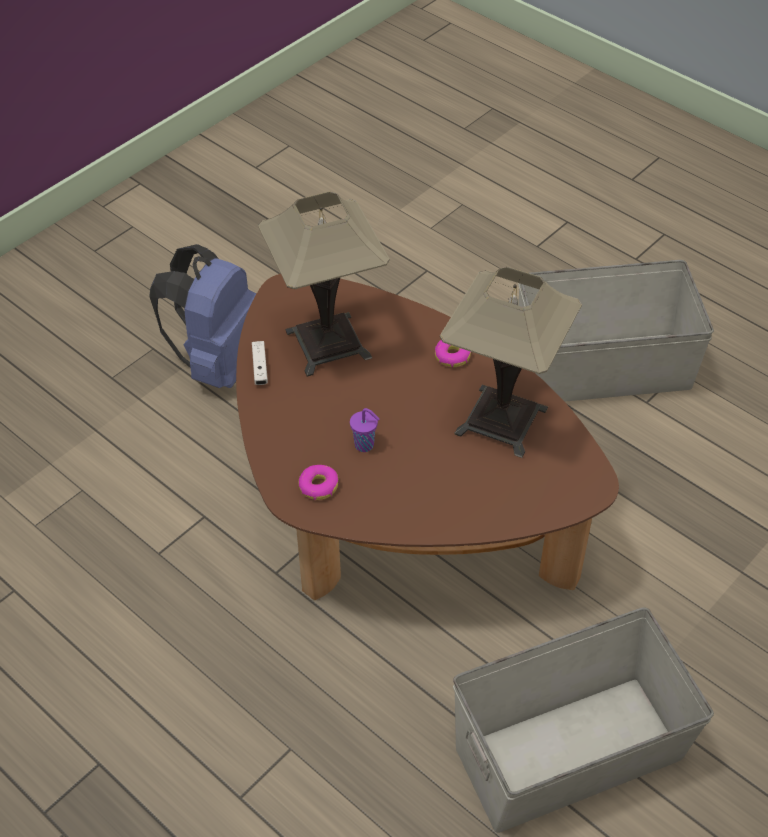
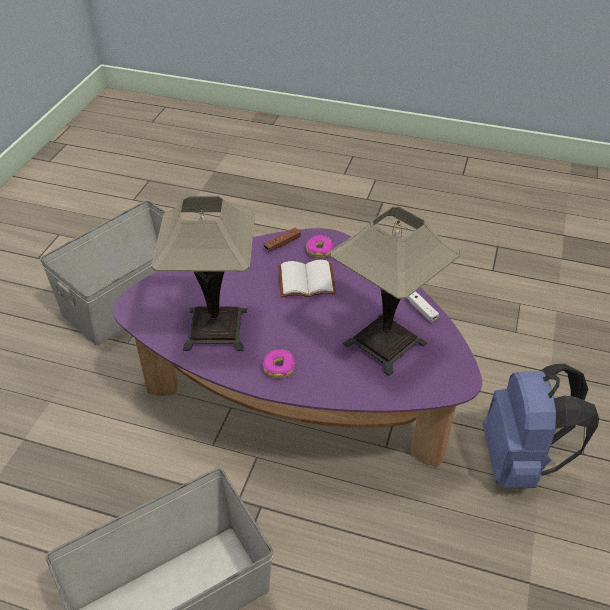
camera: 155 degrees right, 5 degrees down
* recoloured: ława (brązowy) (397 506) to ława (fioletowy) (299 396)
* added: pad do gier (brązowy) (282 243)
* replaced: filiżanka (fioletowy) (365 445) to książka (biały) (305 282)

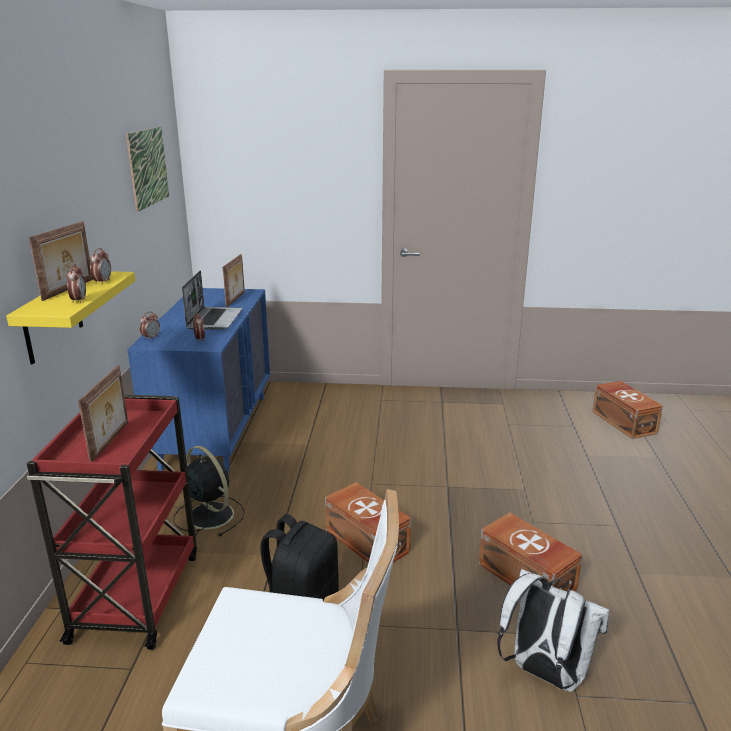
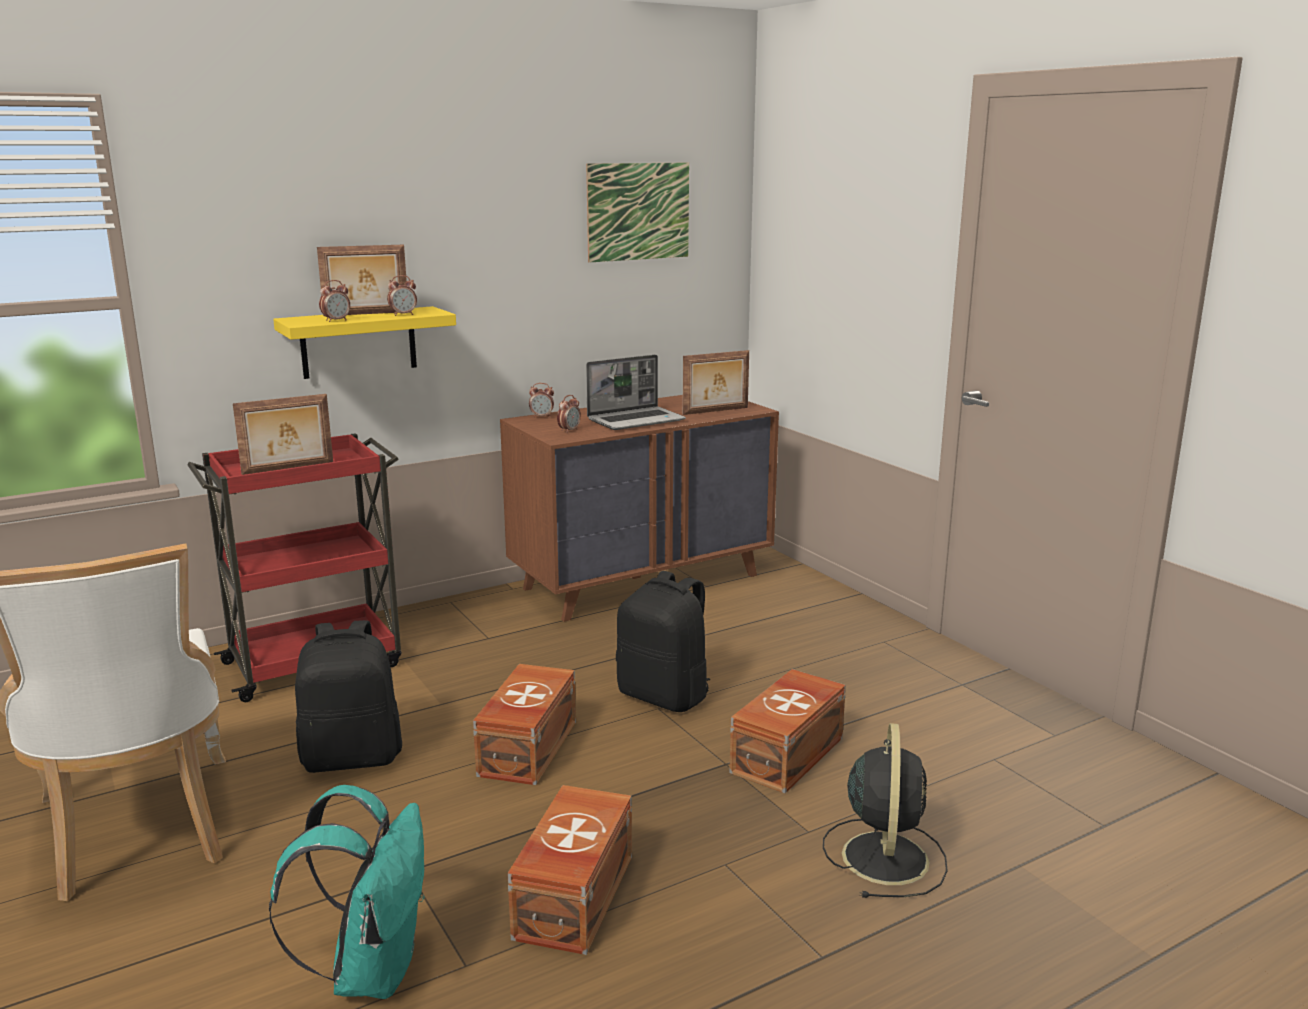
camera: 55 degrees right, 5 degrees down
* recoloured: plecak (biały) (544 673) to plecak (turkusowy) (372 969)
* recoloured: komoda (niebieski) (216 430) to komoda (brązowy) (643 581)
* added: plecak (czarny) (665 696)
* moved: pojemnik do przechowywania (brązowy) (624 421) to (790 754)
* moved: wentylator (czarny) (209 514) to (885 855)

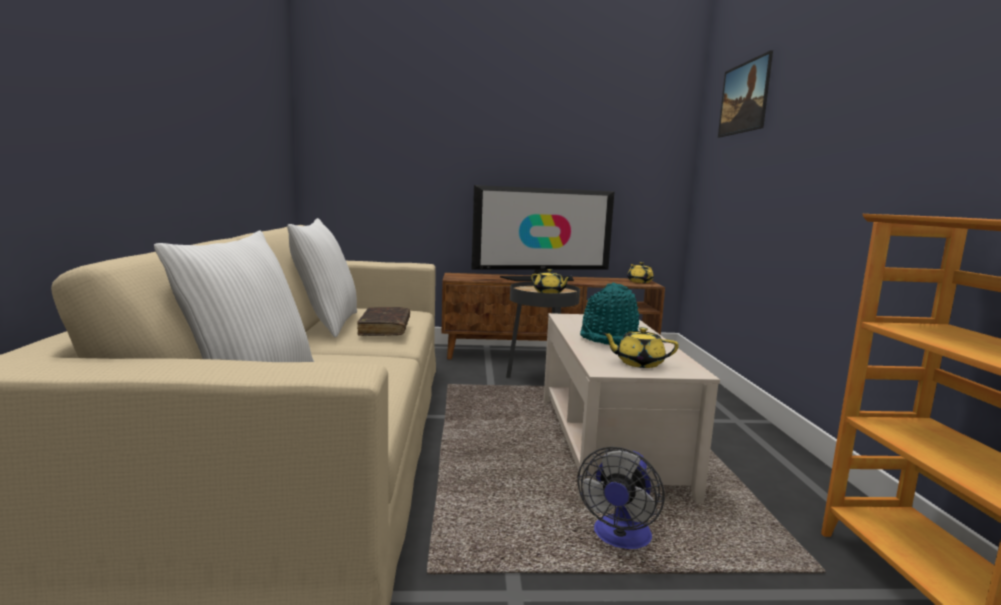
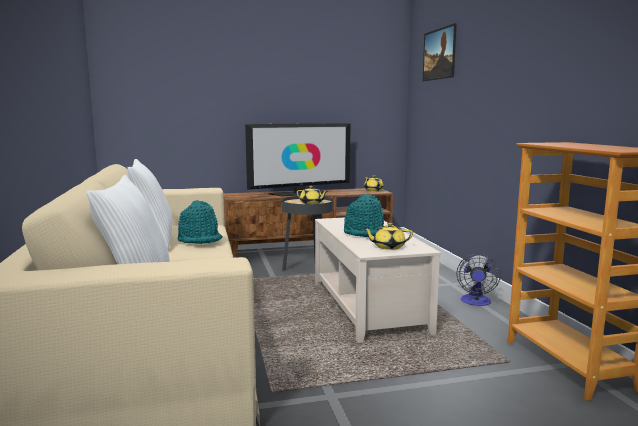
camera: 10 degrees left, 0 degrees up
* replaced: książka (brązowy) (385 329) to kapelusz (turkusowy) (200 239)
* moved: wentylator (620 539) to (476 302)

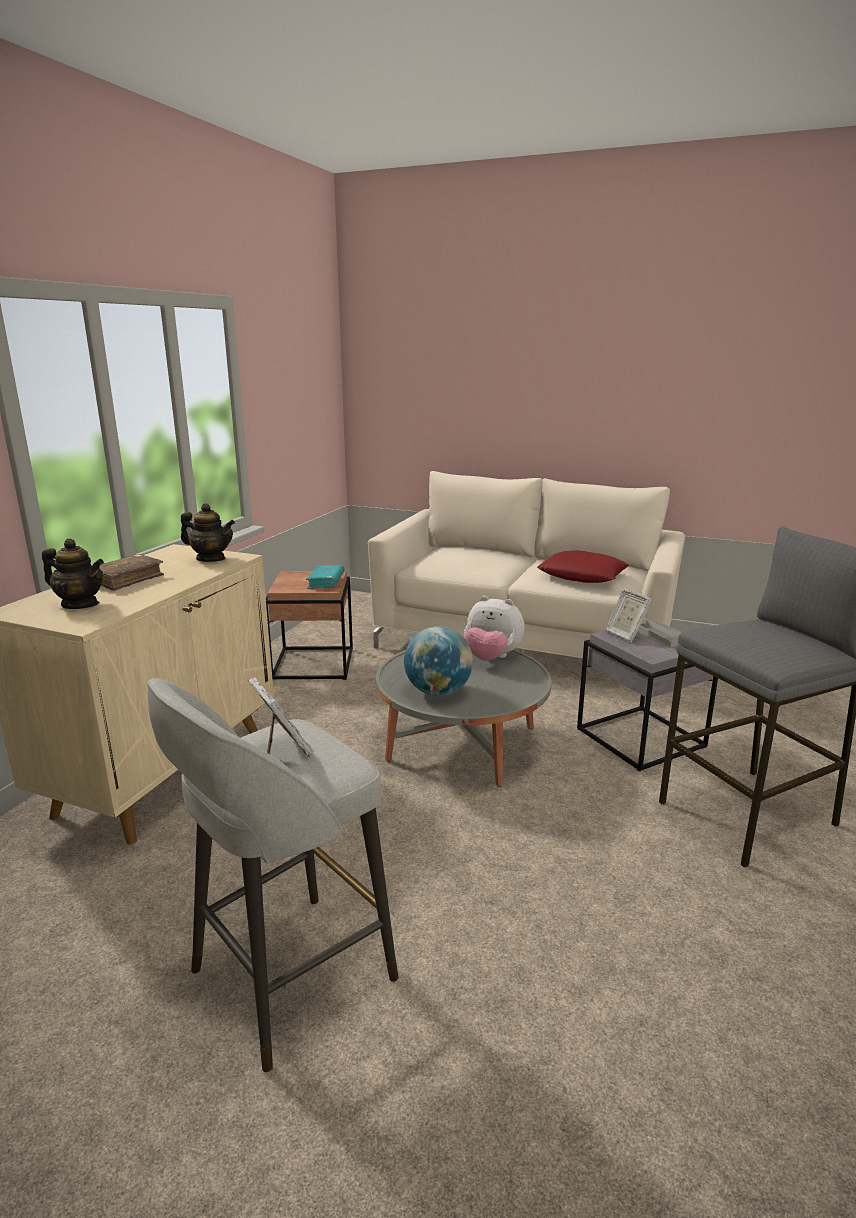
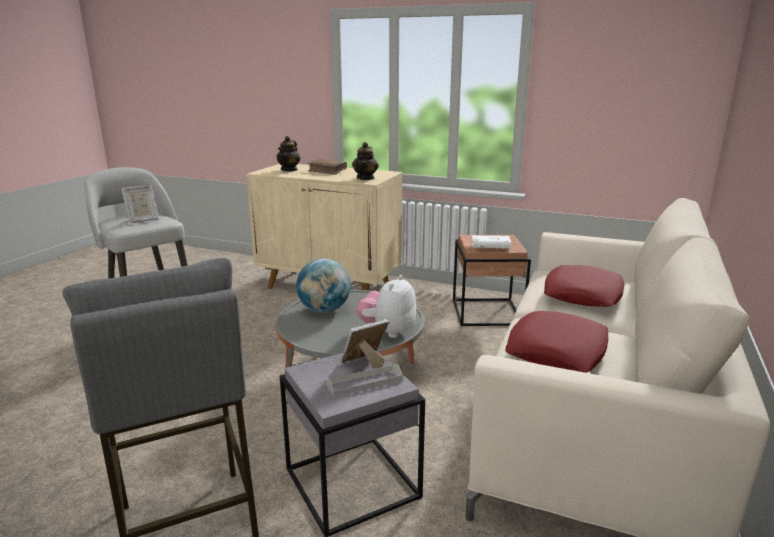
camera: 90 degrees right, 0 degrees up
* recoloured: książka (turkusowy) (326 582) to książka (biały) (490 248)
* added: poduszka (czerwony) (583 294)

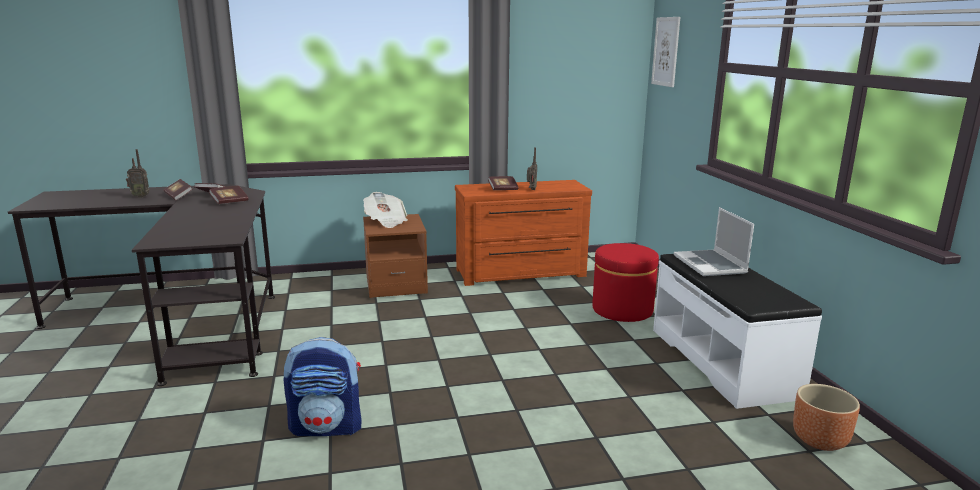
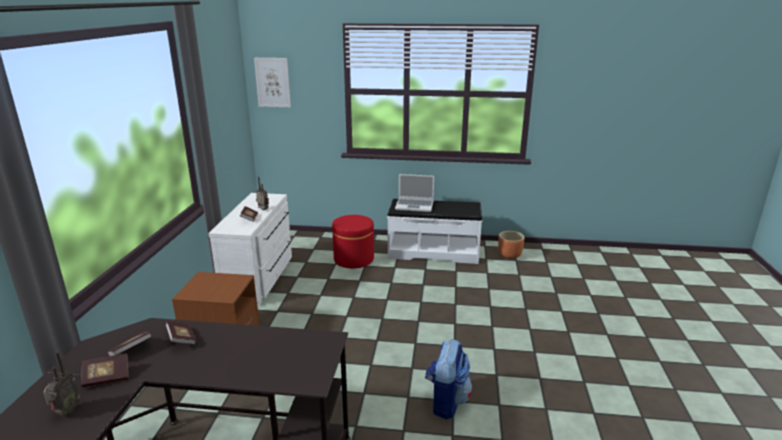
camera: 70 degrees left, 5 degrees up
* recoloured: komoda (brązowy) (521 274) to komoda (biały) (261 278)
* removed: gazeta (386 221)

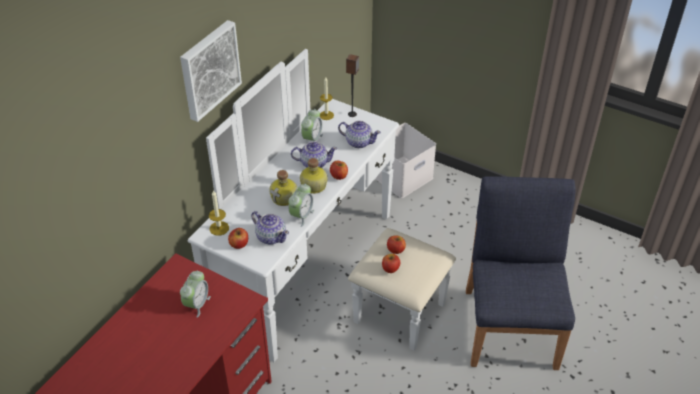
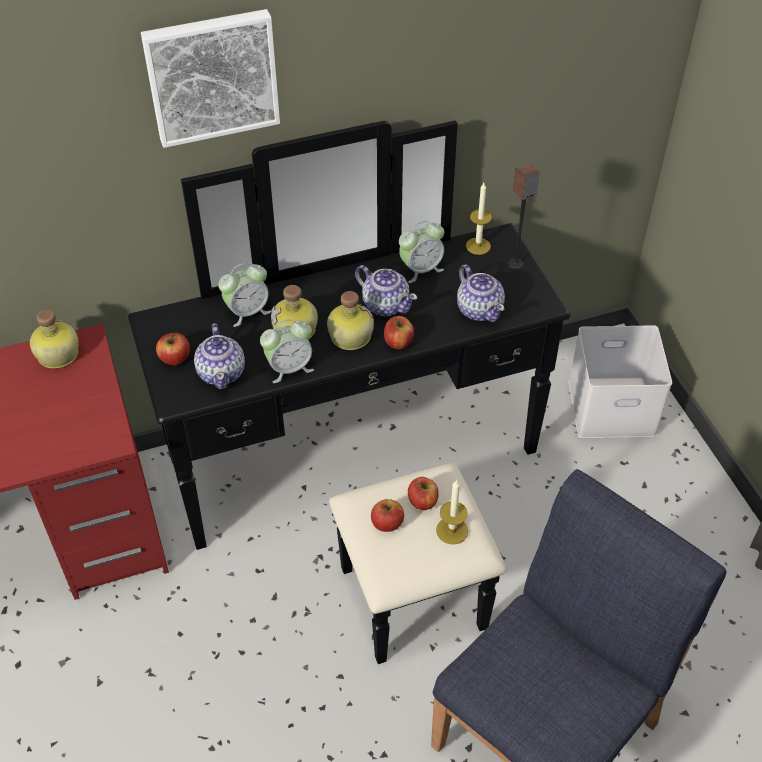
camera: 40 degrees right, 5 degrees up
* added: butelka (57 355)
* recoloured: komoda (biały) (327 278) to komoda (czarny) (367 484)
* moved: budzik (197 304) to (247 312)
* moved: świeca (219 228) to (452 530)

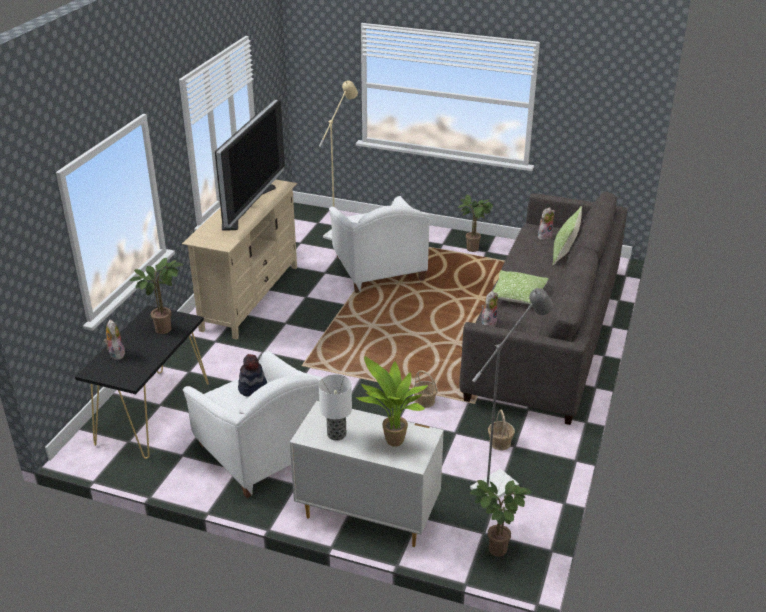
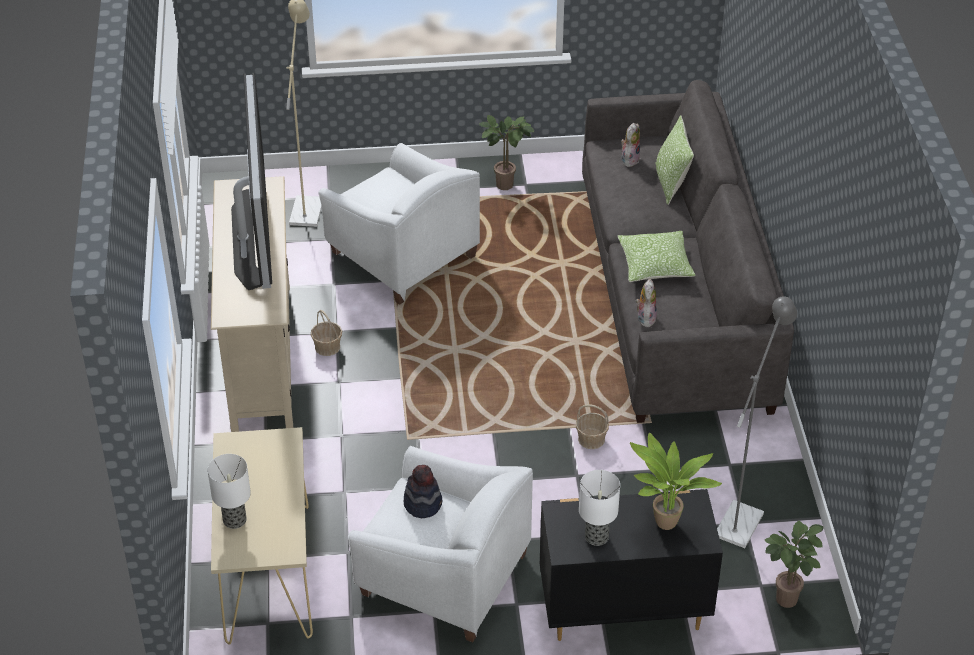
camera: 25 degrees left, 10 degrees up
* replaced: pluszak (116 354) to lampa stołowa (235 520)
* recoloured: stolik konsolowy (czarny) (154 412) to stolik konsolowy (beżowy) (268 572)
* moved: koszyk (500 443) to (327 347)
* recoloured: komoda (biały) (367 514) to komoda (czarny) (622 610)
* removed: roślina doniczkowa (165 328)

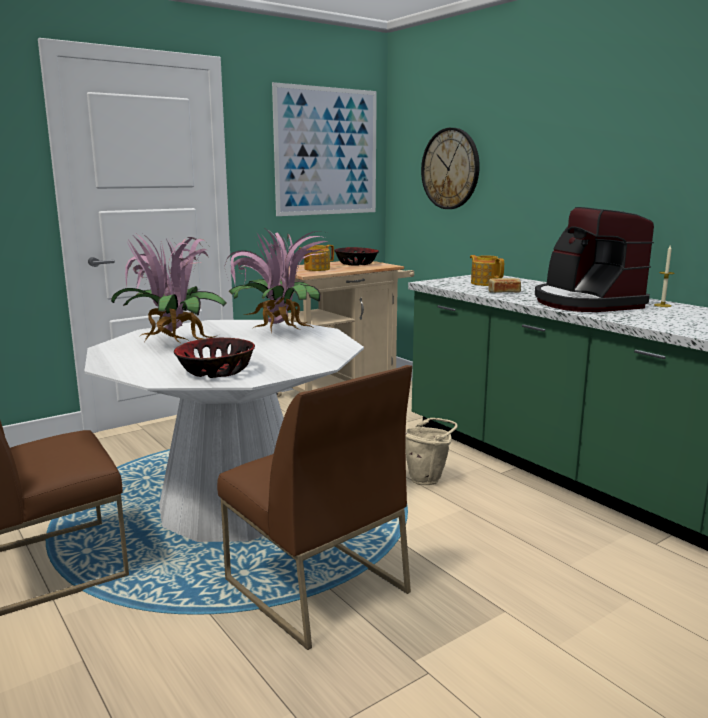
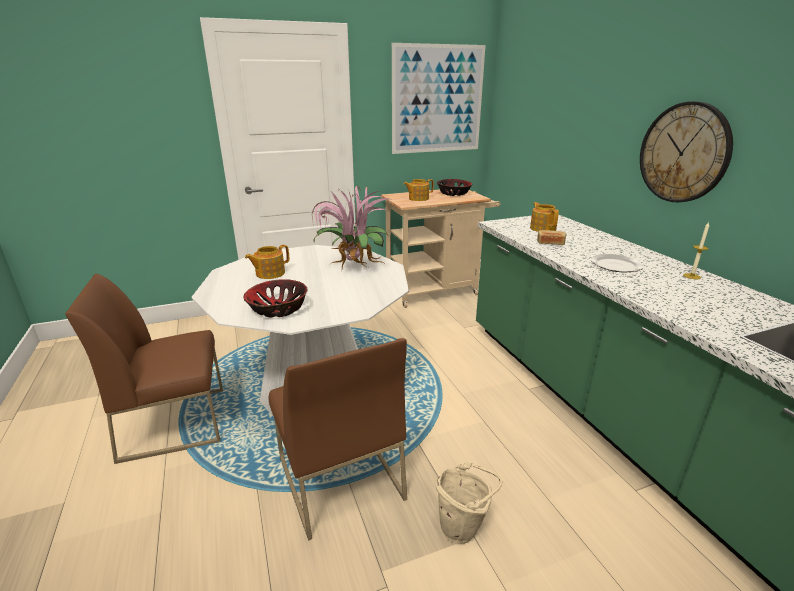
camera: 15 degrees right, 10 degrees up
* replaced: roślina doniczkowa (172 345) to imbryk (269 273)
* moved: wiadro (beżowy) (428 479) to (463 528)
* replaced: ekspres do kawy (585 303) to talerz (616 265)
* moved: zegar ścienny (450 169) to (683 153)

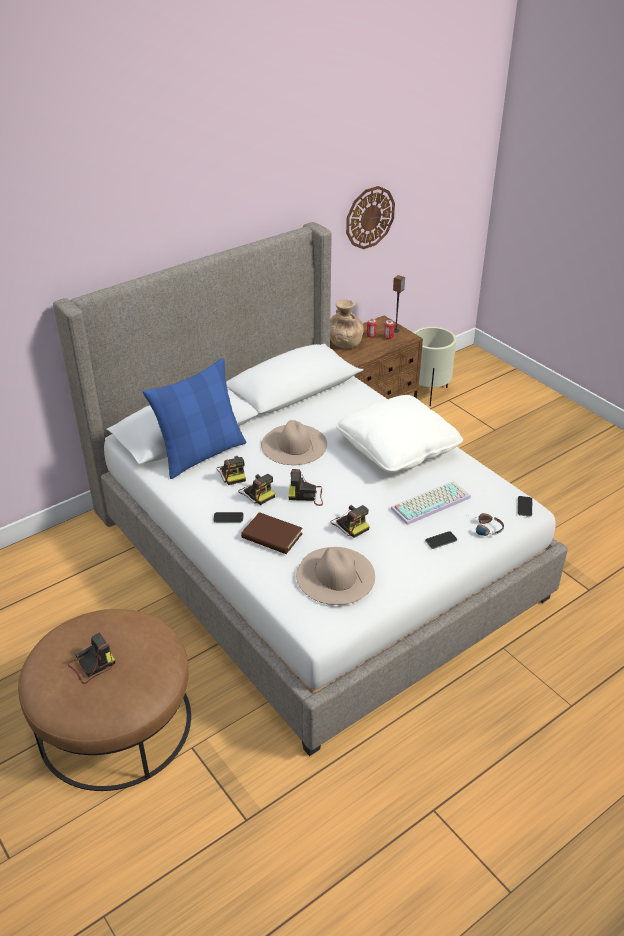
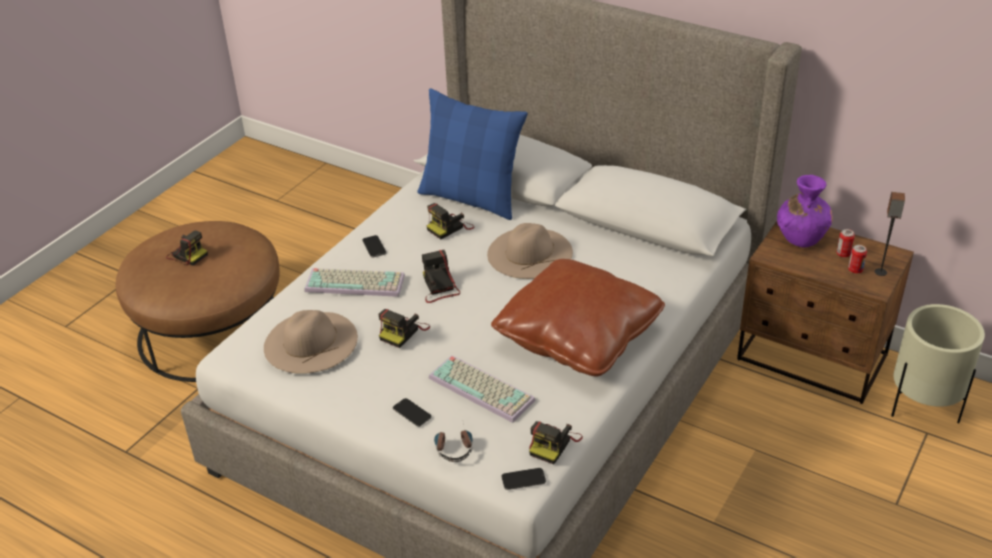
camera: 70 degrees right, 0 degrees up
* replaced: książka (brązowy) (272 536) to klawiatura (356 282)
* recoloured: poduszka (biały) (397 448) to poduszka (brązowy) (578 335)
* moved: aparat fotograficzny (257 492) to (554 444)
* recoloured: wazon (brązowy) (344 343) to wazon (fioletowy) (801 236)
* removed: zegar ścienny (369 217)

